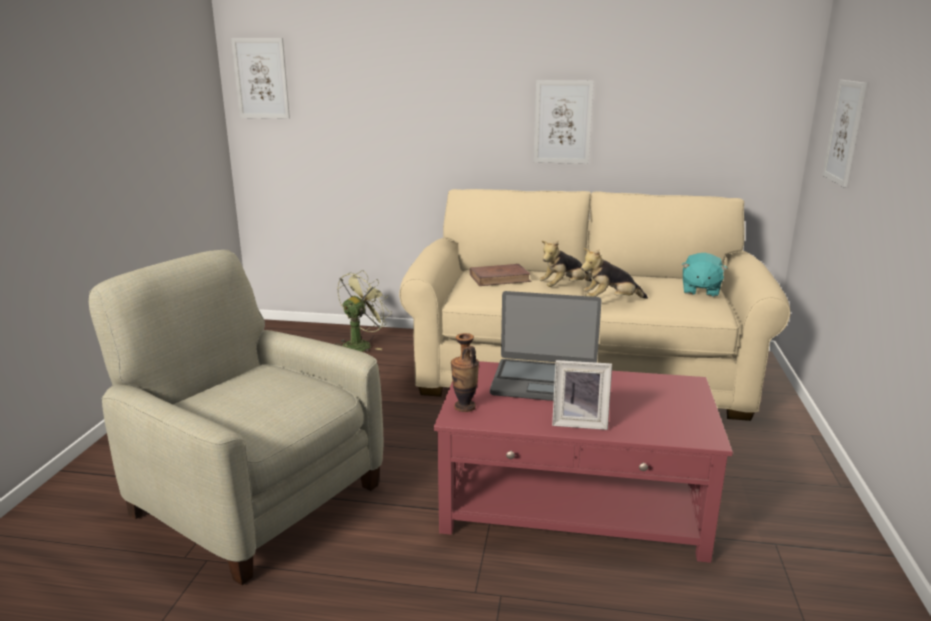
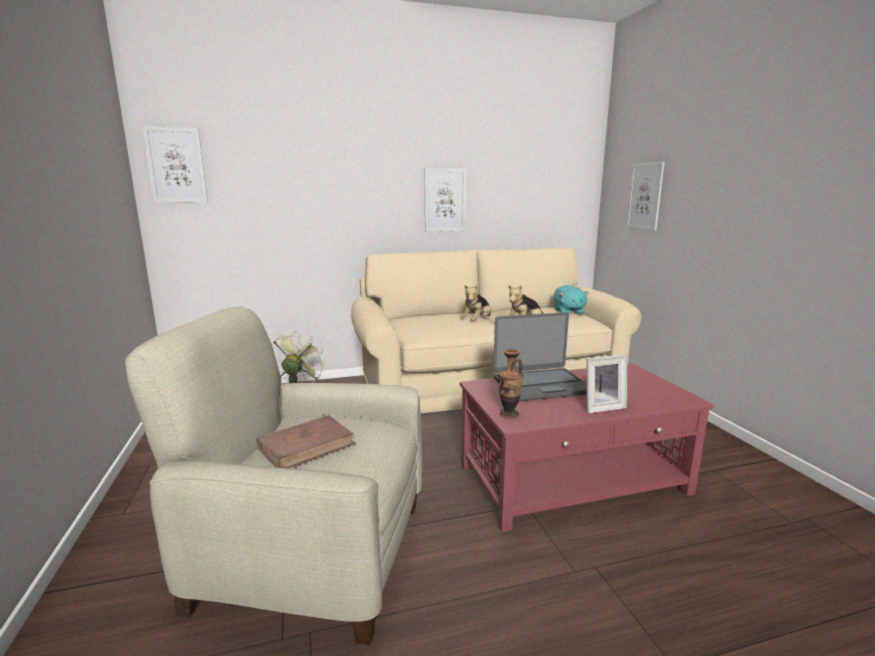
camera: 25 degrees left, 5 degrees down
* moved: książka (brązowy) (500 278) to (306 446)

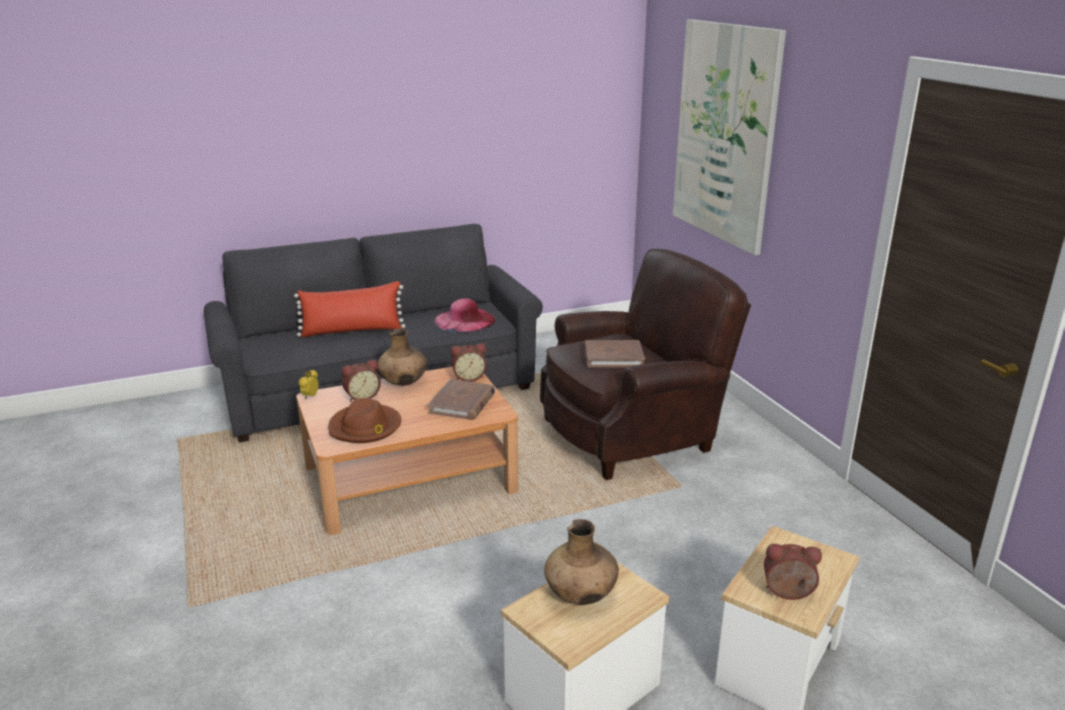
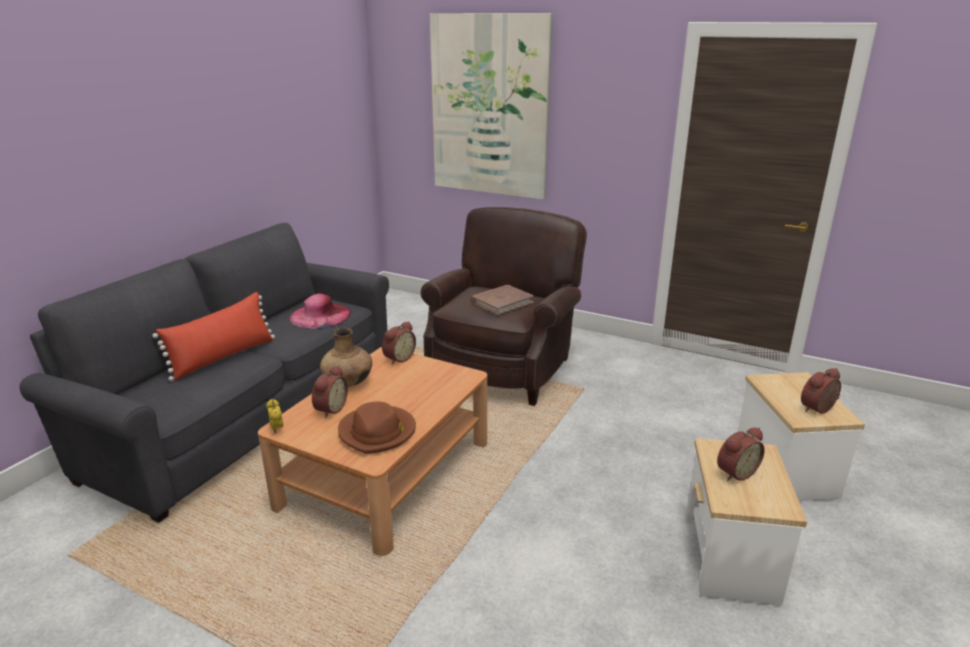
camera: 40 degrees left, 0 degrees up
* replaced: wazon (brązowy) (581 594) to budzik (734 472)
* removed: książka (brązowy) (462 403)

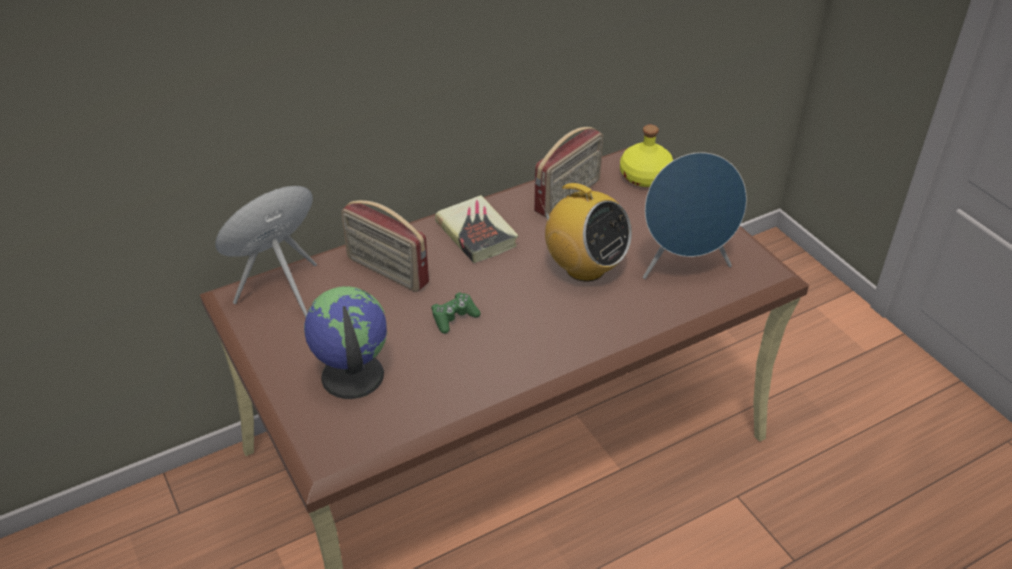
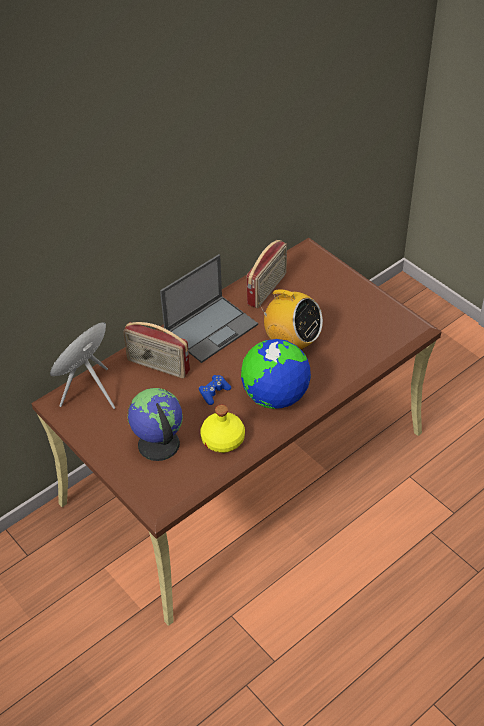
camera: 10 degrees left, 5 degrees up
* replaced: książka (476 234) to laptop (211 328)
* recoloured: pad do gier (zielony) (454 317) to pad do gier (niebieski) (214 392)
* moved: butelka (żółty) (644 176) to (222 439)
* added: globus (275 396)
* removed: głośnik (niebieski) (684 266)

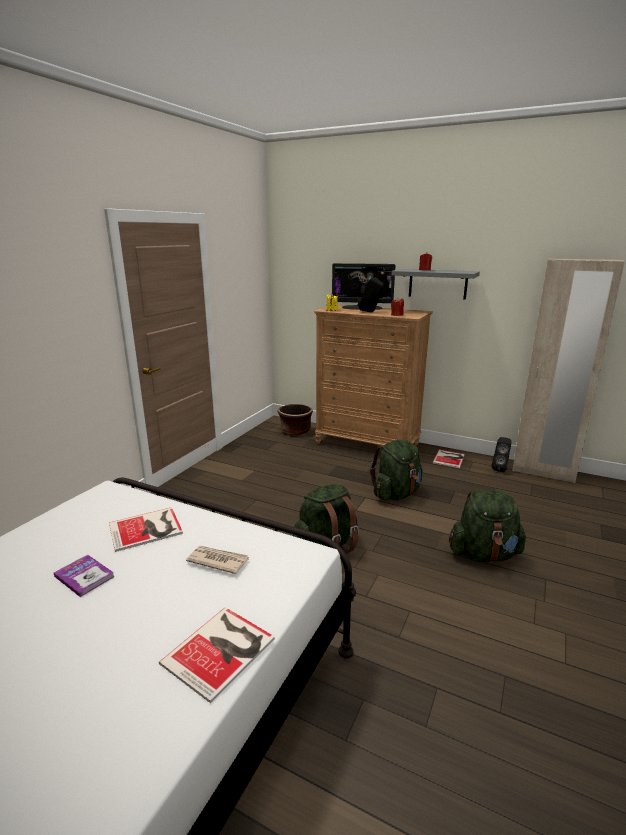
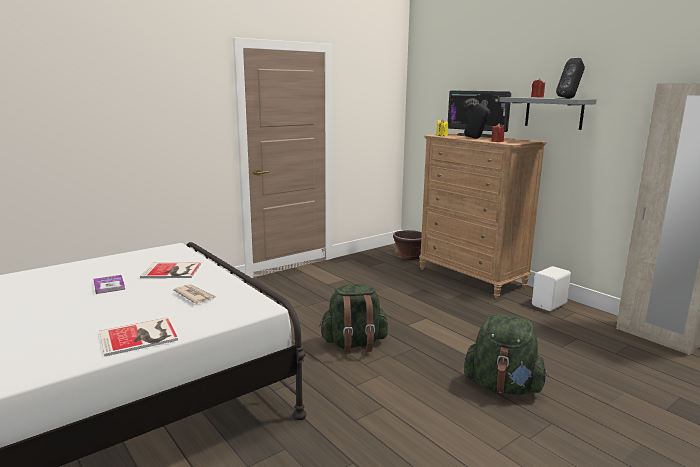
camera: 25 degrees right, 5 degrees down
* replaced: książka (449 458) to głośnik (biały) (550 305)
* moved: głośnik (czarny) (500 469) to (569 98)
* removed: plecak (zielony) (396 494)

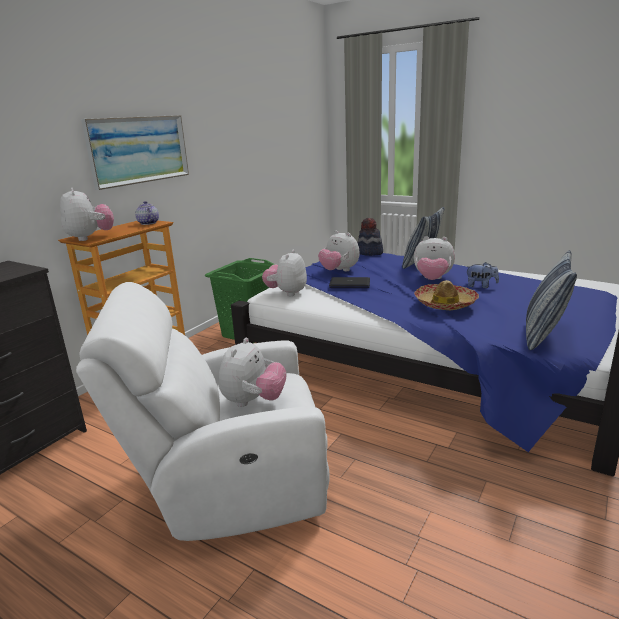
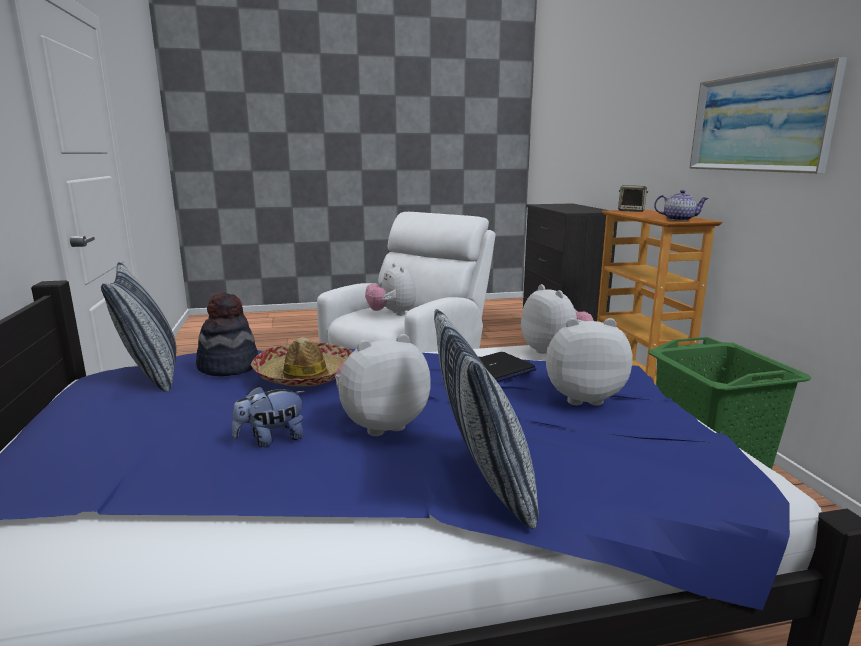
camera: 135 degrees right, 5 degrees down
* moved: kapelusz (369 253) to (228 367)
* replaced: pluszak (90 238) to głośnik (631 211)

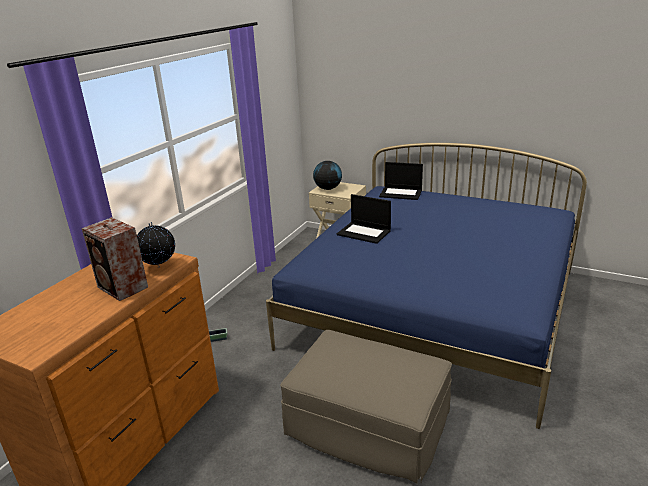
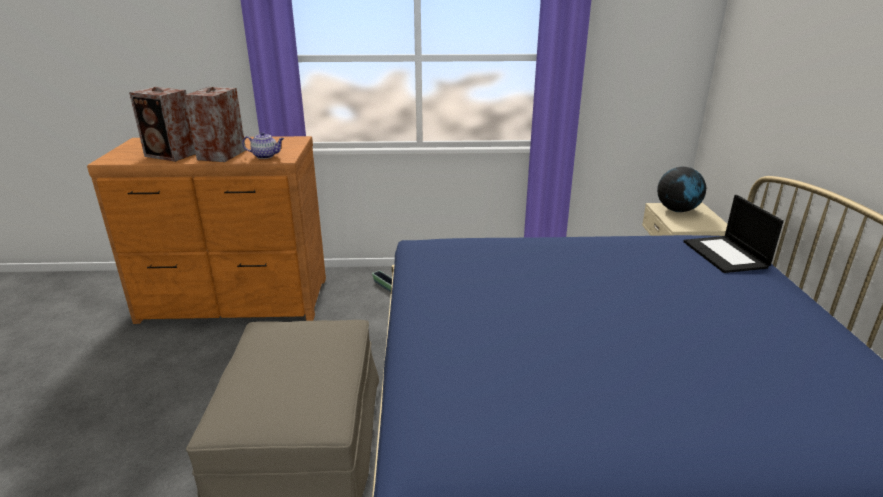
camera: 60 degrees right, 0 degrees up
* added: głośnik (172 155)
* replaced: globus (159 267) to imbryk (266 156)
* removed: laptop (364 232)

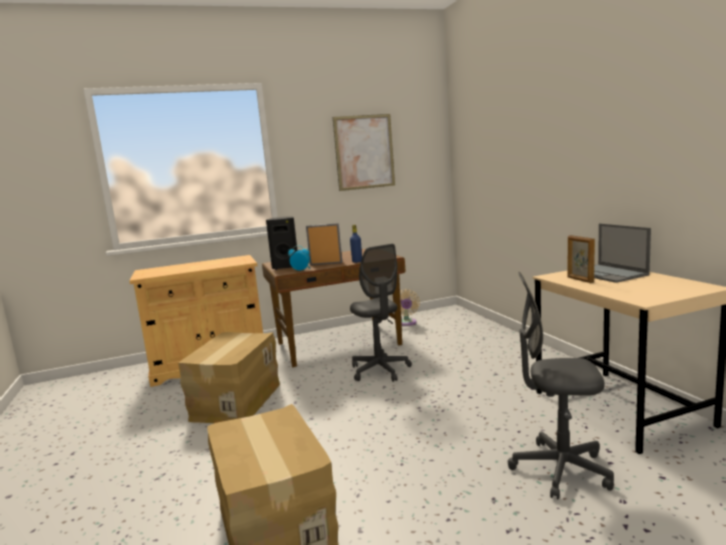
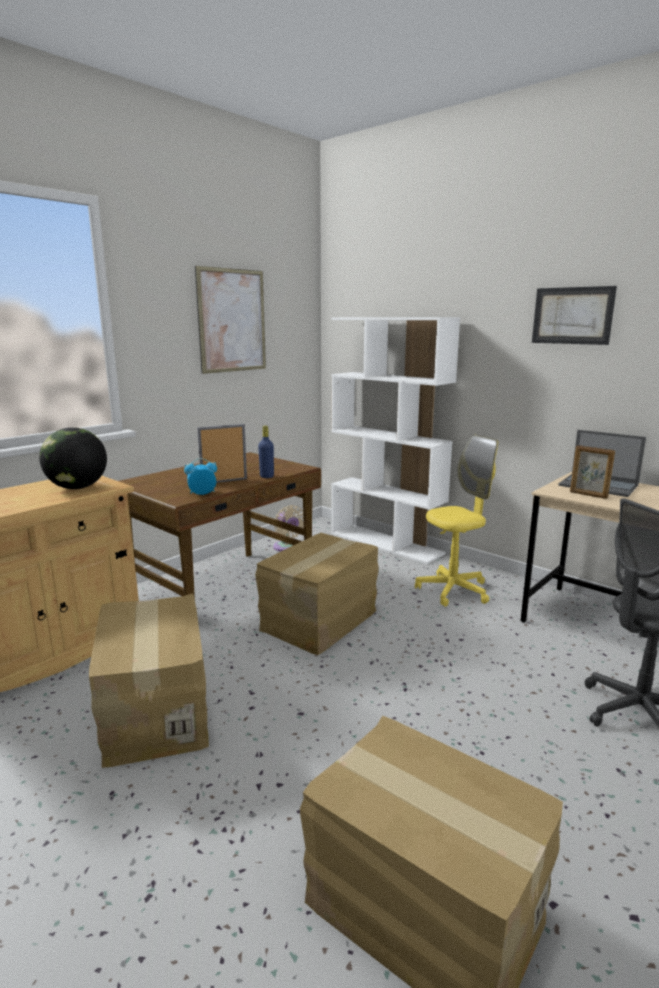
camera: 30 degrees left, 5 degrees up
* added: globus (77 488)
* replaced: krzesło biurowe (szary) (380 370) to karton (320 621)
* added: regał (biały) (386 543)
* added: krzesło biurowe (żółty) (453 590)
* added: obraz (572 315)
* removed: głośnik (czarny) (286 267)

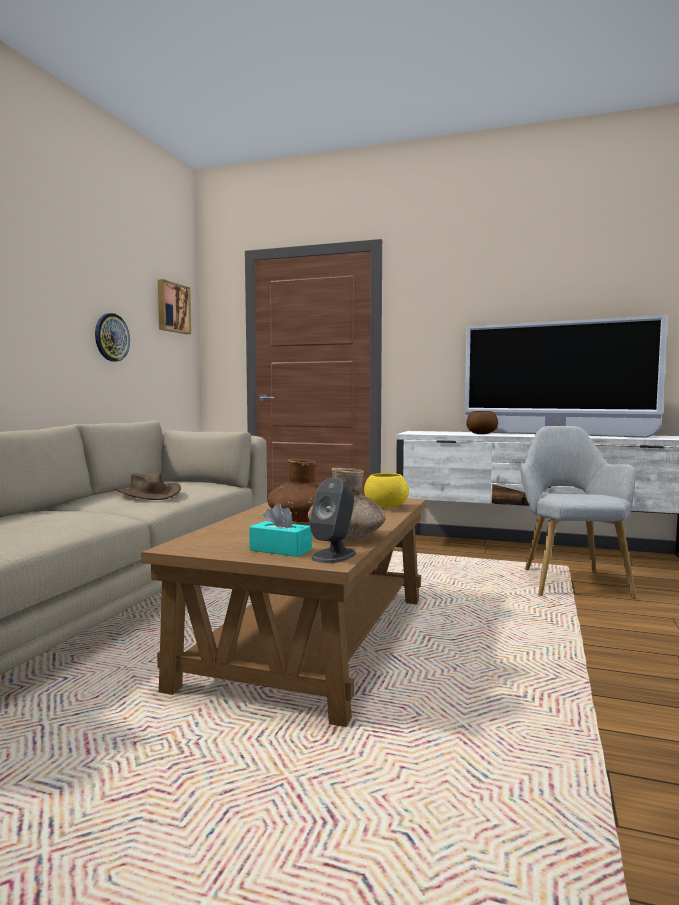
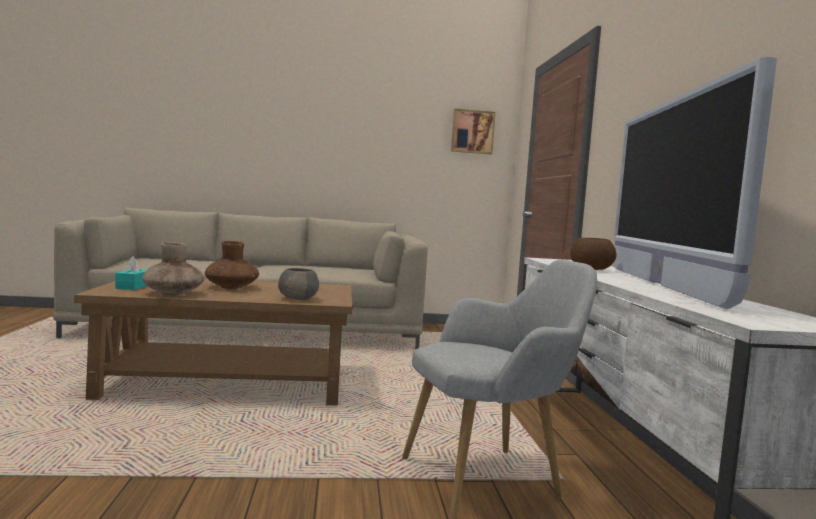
camera: 65 degrees right, 0 degrees up
* recoloured: miska (żółty) (385 507) to miska (szary) (298 299)
* removed: zegar ścienny (111 337)
* removed: kapelusz (brązowy) (148 494)
* removed: głośnik (szary) (334 555)

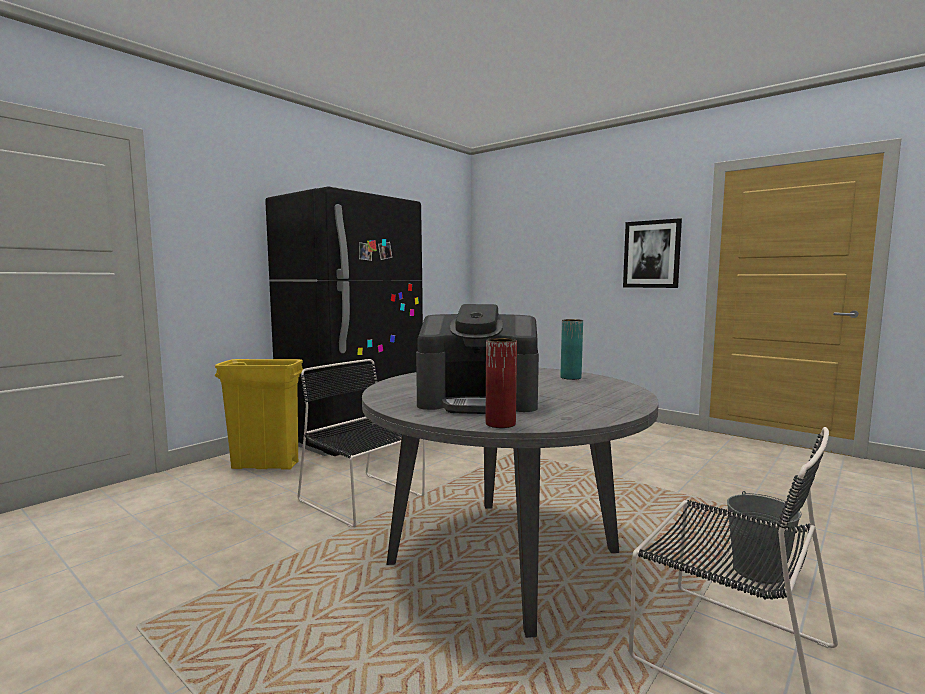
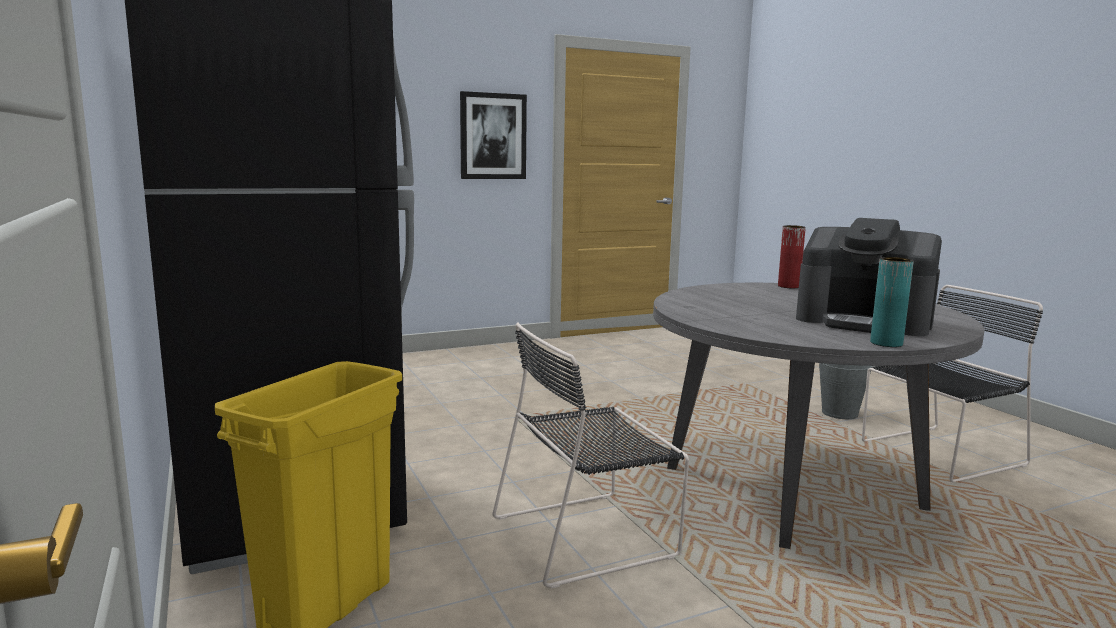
camera: 65 degrees left, 5 degrees up
* moved: wazon (czerwony) (500 424) to (788 286)
* turned: ekspres do kawy (478 401) = (864 321) 90 degrees clockwise
* moved: wazon (turkusowy) (570 377) to (886 343)

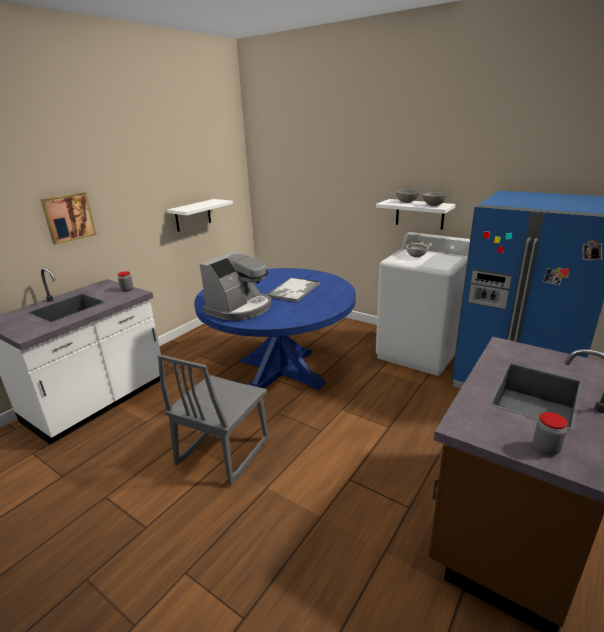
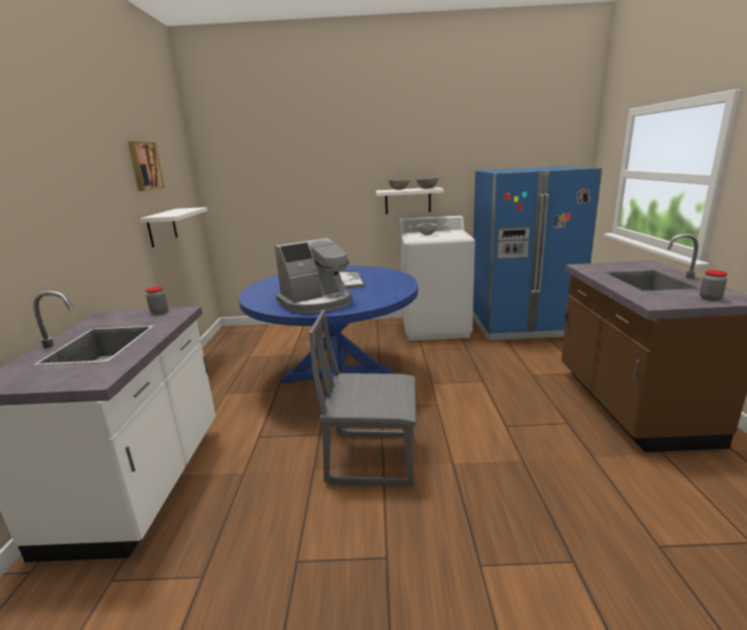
camera: 35 degrees left, 5 degrees down
* moved: obraz (68 217) to (144 166)
* turned: ekspres do kawy (240 308) = (317 302) 60 degrees clockwise
* turned: krzesło (szary) (222 451) = (372 457) 105 degrees clockwise

